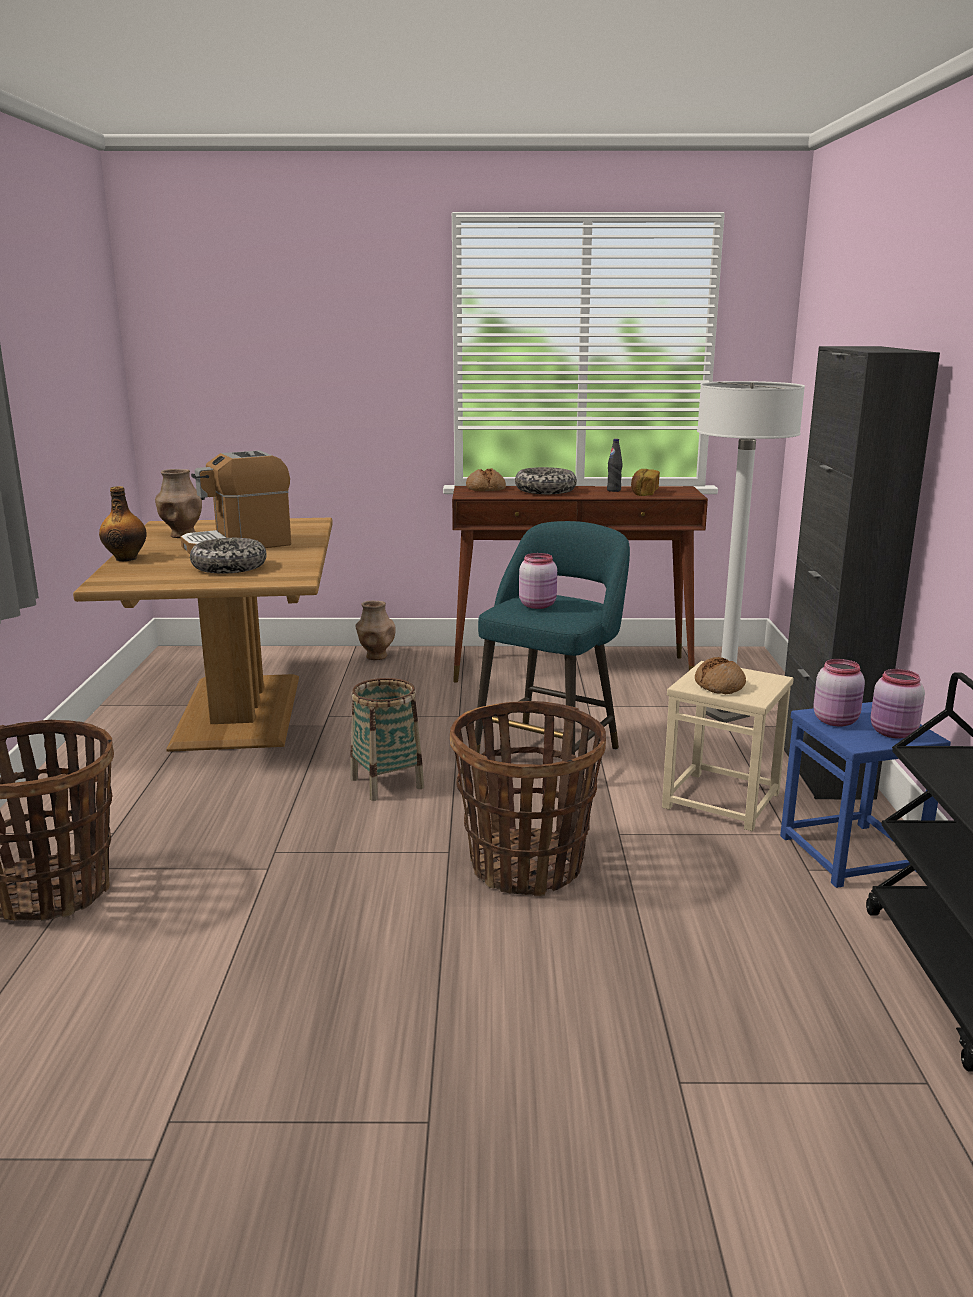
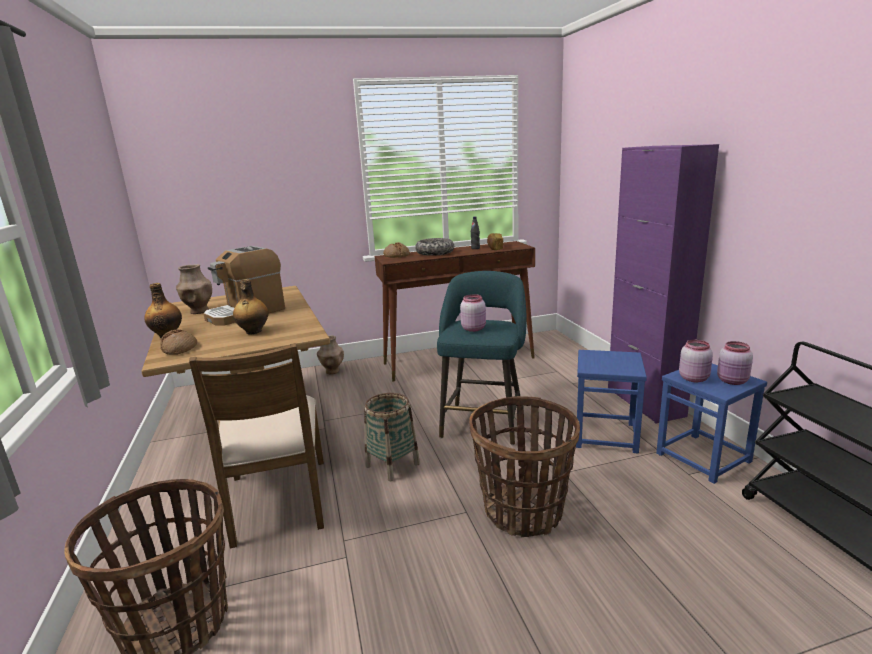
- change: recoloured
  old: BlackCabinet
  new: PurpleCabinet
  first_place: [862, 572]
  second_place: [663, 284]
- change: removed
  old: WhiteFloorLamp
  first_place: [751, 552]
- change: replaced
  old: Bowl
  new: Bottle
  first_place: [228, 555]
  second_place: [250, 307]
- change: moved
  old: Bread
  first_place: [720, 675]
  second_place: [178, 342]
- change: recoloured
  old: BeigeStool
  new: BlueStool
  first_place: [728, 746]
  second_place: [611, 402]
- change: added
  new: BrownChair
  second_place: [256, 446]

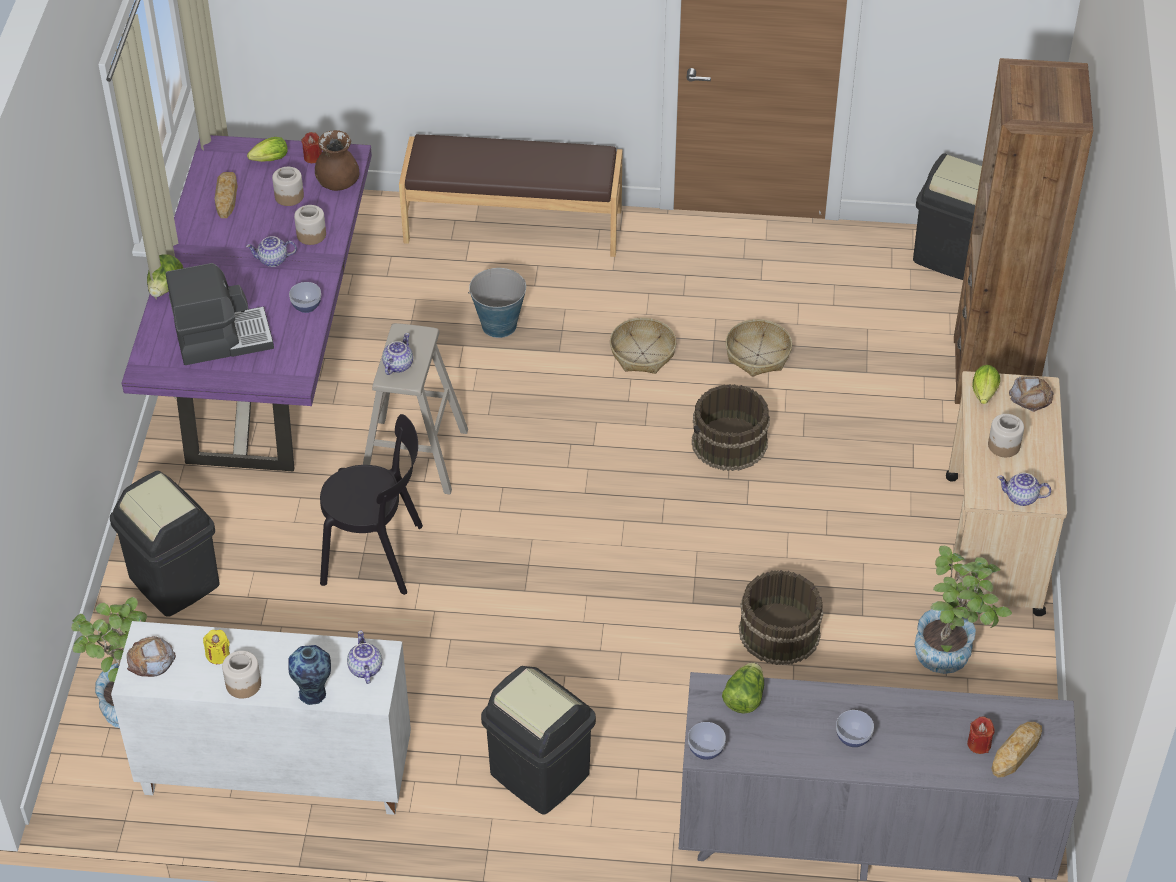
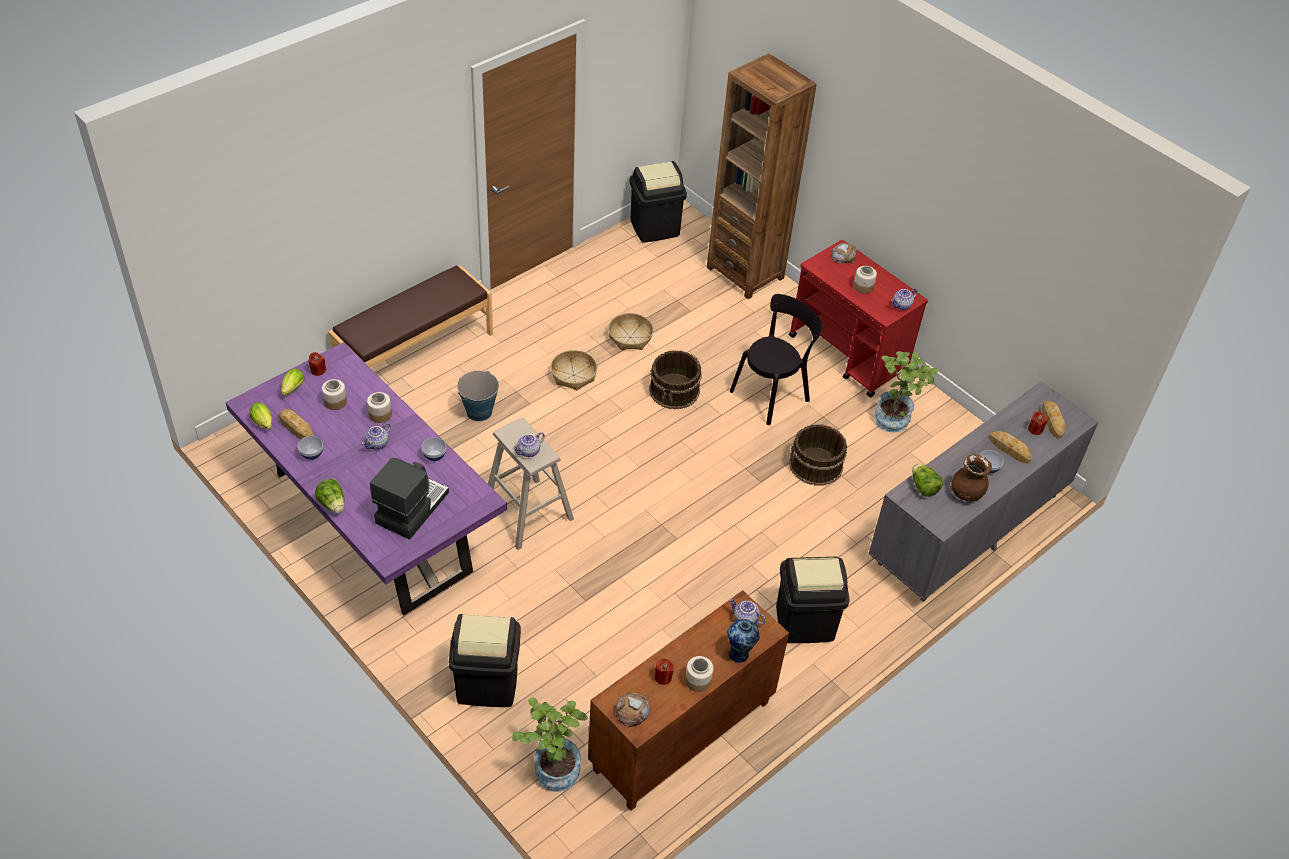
- change: moved
  old: BrownVase
  first_place: [337, 160]
  second_place: [971, 478]
- change: turned
  old: Teapot
  first_place: [397, 354]
  second_place: [529, 444]
  degrees: -105
- change: moved
  old: Lettuce
  first_place: [986, 384]
  second_place: [261, 416]
- change: recoloured
  old: BeigeCart
  new: RedCart
  first_place: [1006, 493]
  second_place: [858, 319]
- change: moved
  old: BlackChair
  first_place: [371, 504]
  second_place: [776, 359]
- change: recoloured
  old: WhiteCabinet
  new: BrownCabinet
  first_place: [261, 718]
  second_place: [688, 700]
- change: recoloured
  old: YellowCandle
  new: RedCandle
  first_place: [216, 647]
  second_place: [664, 671]
- change: moved
  old: Bowl
  first_place: [707, 741]
  second_place: [310, 448]
- change: added
  new: Bread
  second_place: [1010, 447]

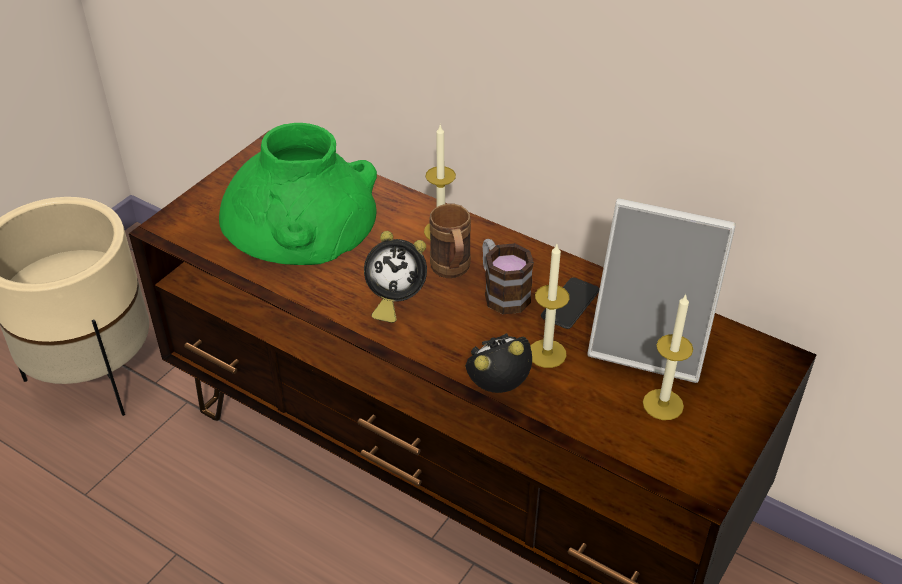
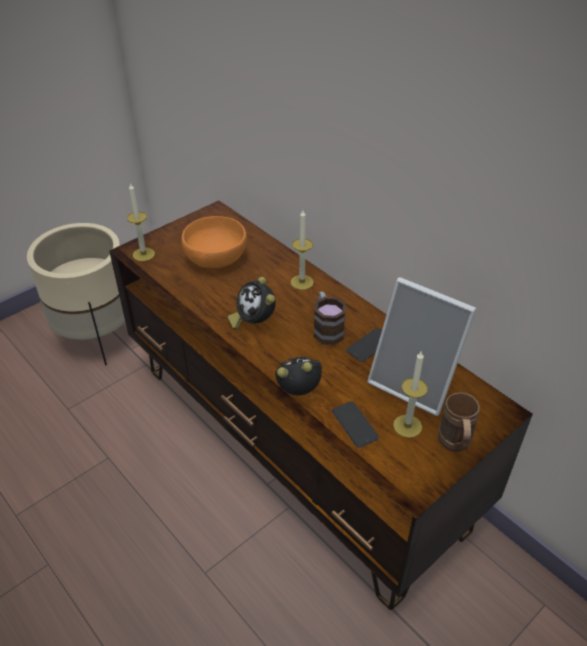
- change: replaced
  old: GreenVase
  new: OrangeBowl
  first_place: [298, 194]
  second_place: [214, 242]
- change: moved
  old: BrownMug
  first_place: [450, 241]
  second_place: [459, 422]
- change: turned
  old: AlarmClock
  first_place: [395, 277]
  second_place: [252, 303]
  degrees: 45
- change: moved
  old: Candle
  first_place: [550, 306]
  second_place: [141, 222]
- change: added
  new: Phone
  second_place: [355, 424]

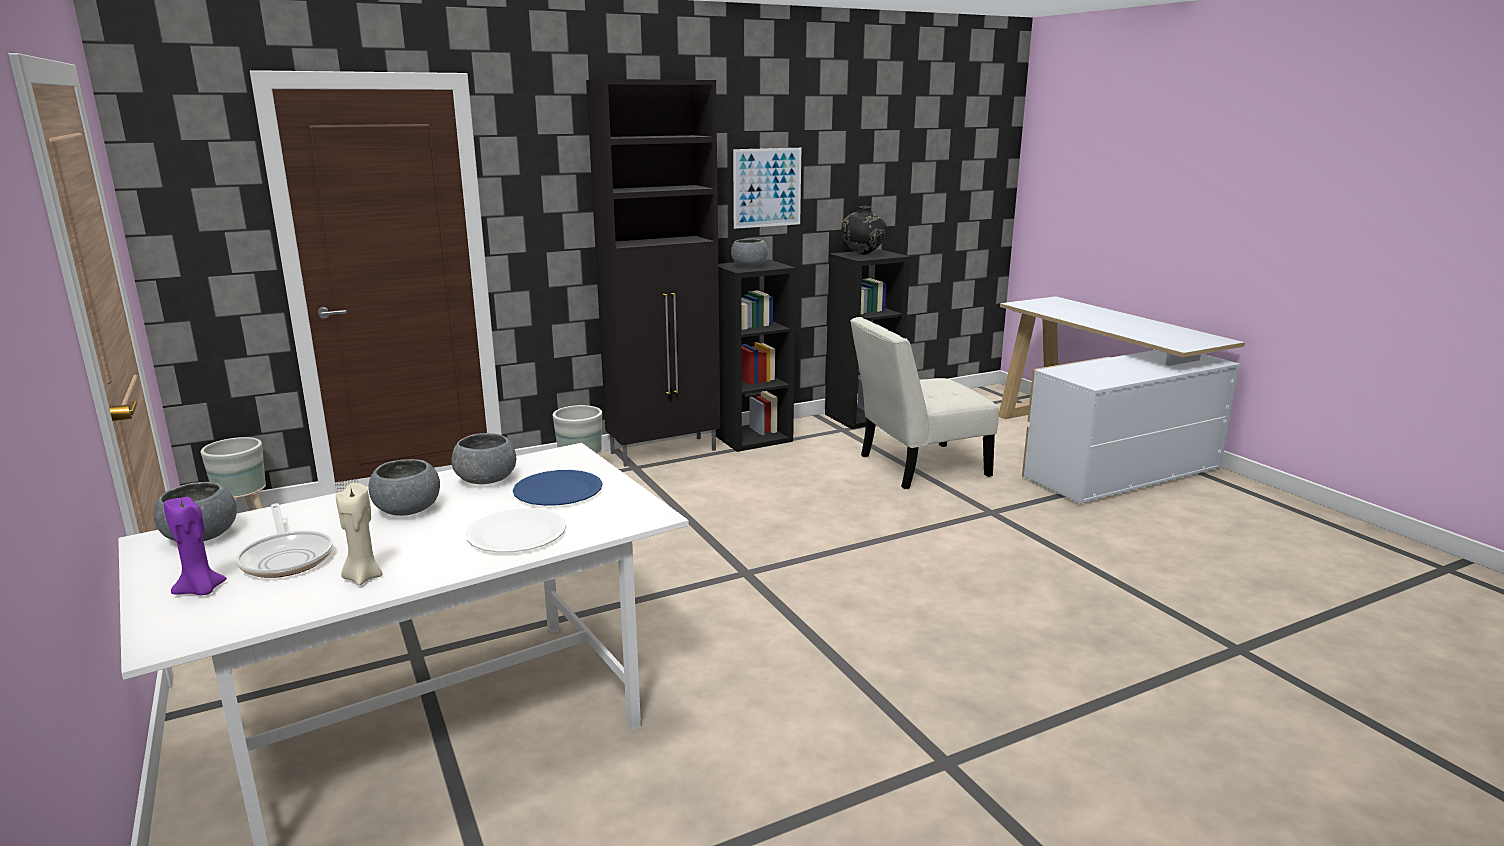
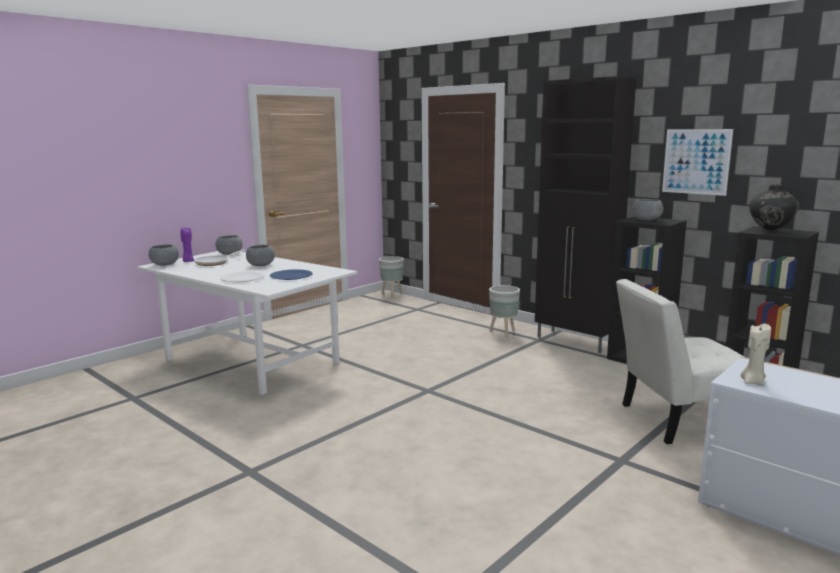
- change: turned
  old: WhiteChair
  first_place: [924, 403]
  second_place: [680, 361]
  degrees: -60
- change: moved
  old: GreyBowl
  first_place: [484, 458]
  second_place: [164, 255]
- change: moved
  old: BeigeCandle
  first_place: [359, 534]
  second_place: [756, 354]

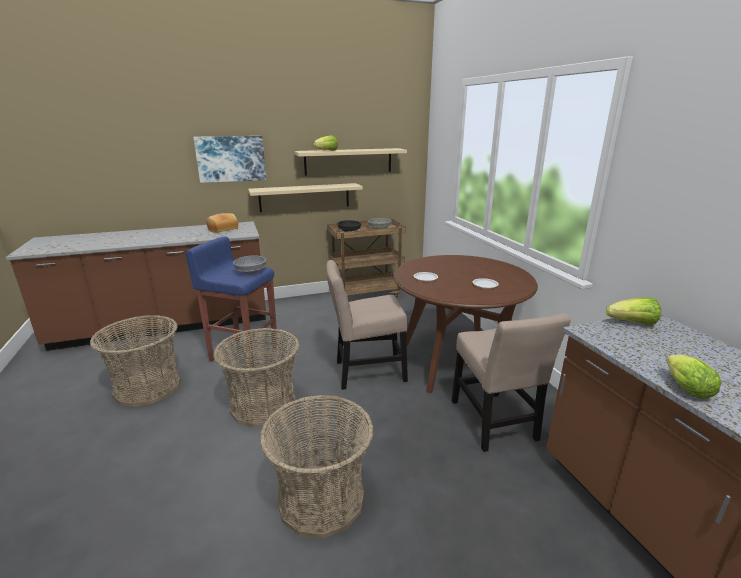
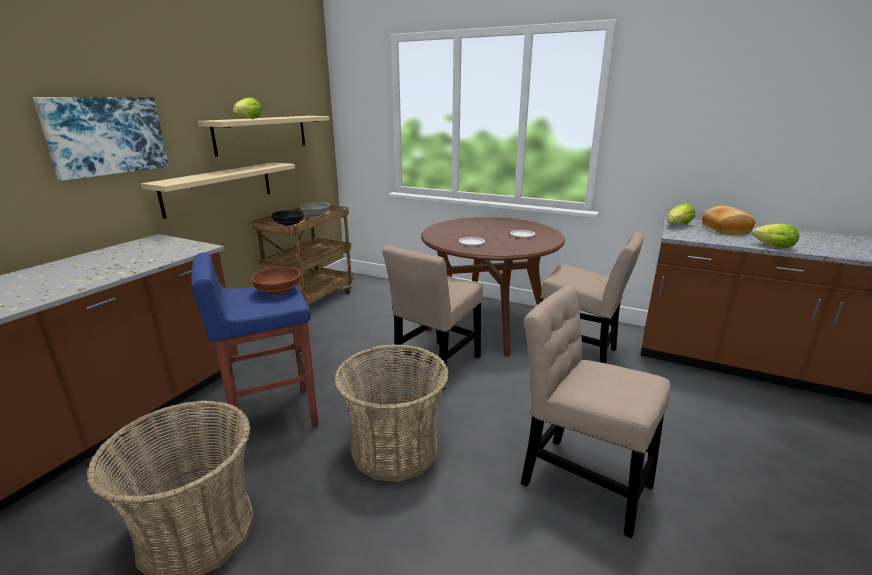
- change: moved
  old: Bread
  first_place: [222, 223]
  second_place: [728, 220]
- change: recoloured
  old: GreyBowl
  new: BrownBowl
  first_place: [249, 264]
  second_place: [276, 280]
- change: replaced
  old: Basket
  new: BeigeChair
  first_place: [316, 466]
  second_place: [595, 411]

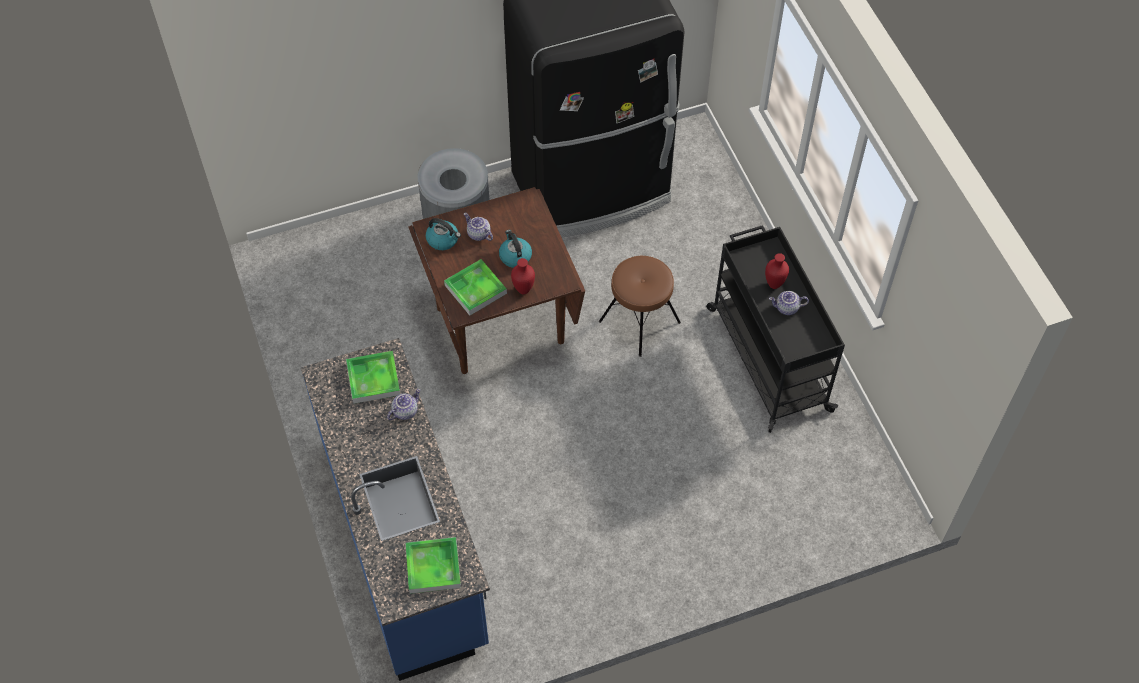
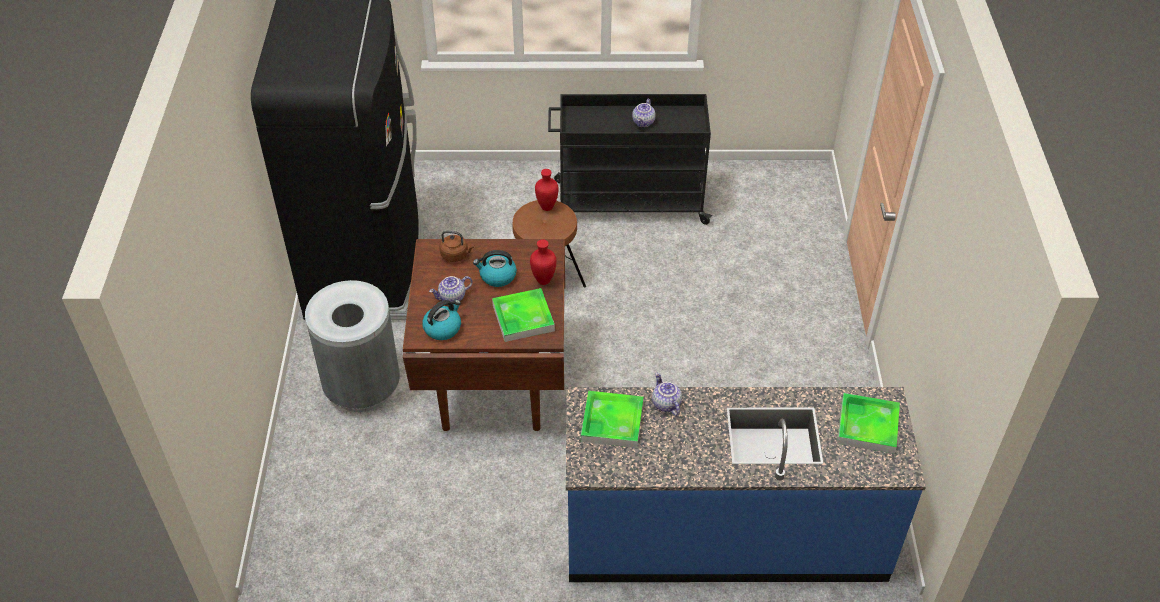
- change: moved
  old: RedVase
  first_place: [777, 271]
  second_place: [547, 190]
- change: added
  new: BrownKettle
  second_place: [456, 246]

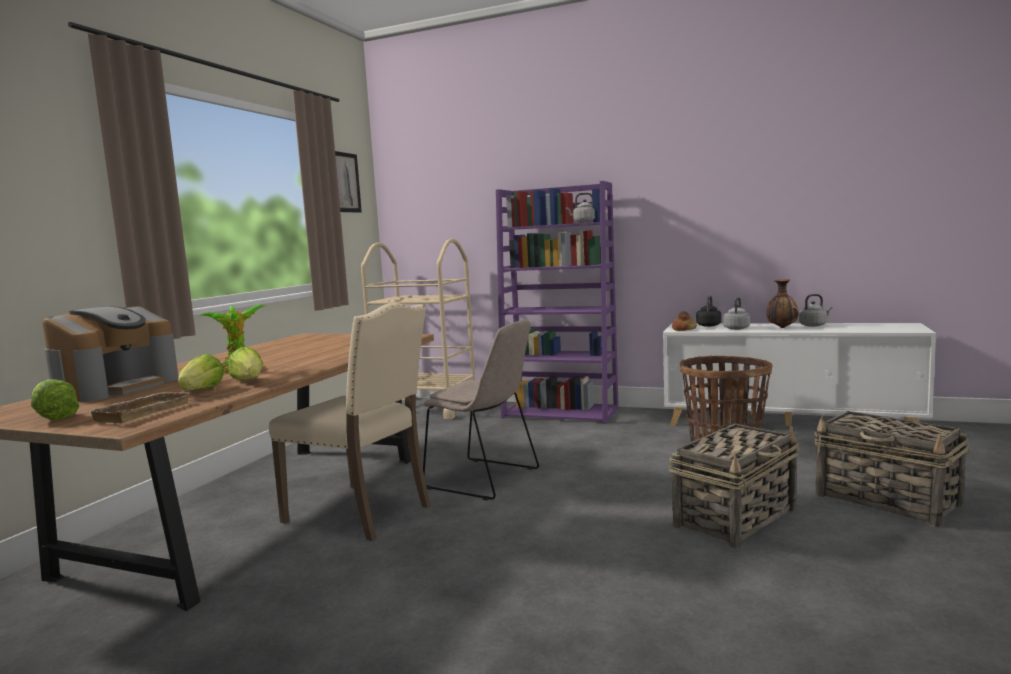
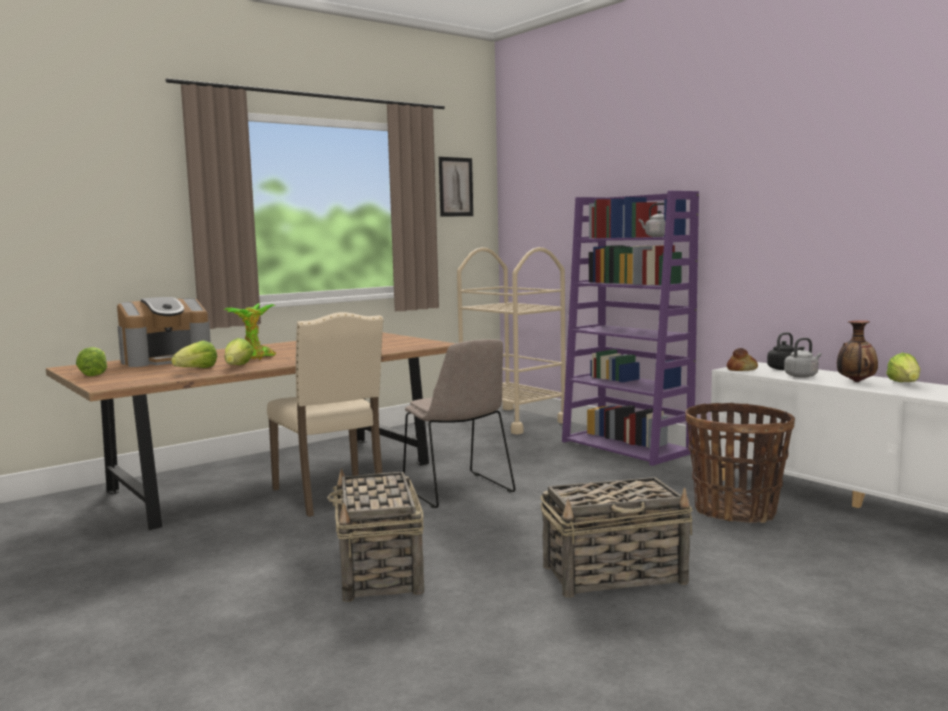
- change: replaced
  old: GreyKettle
  new: Lettuce
  first_place: [815, 310]
  second_place: [903, 367]
- change: removed
  old: BeigeTray
  first_place: [138, 407]
- change: moved
  old: Basket
  first_place: [891, 469]
  second_place: [375, 535]

